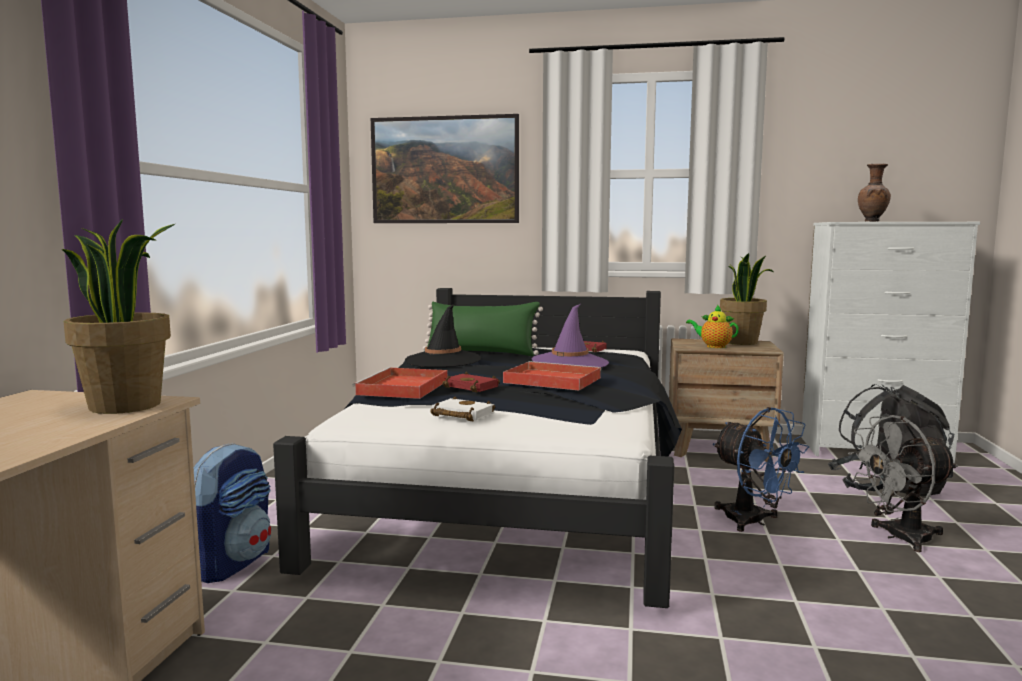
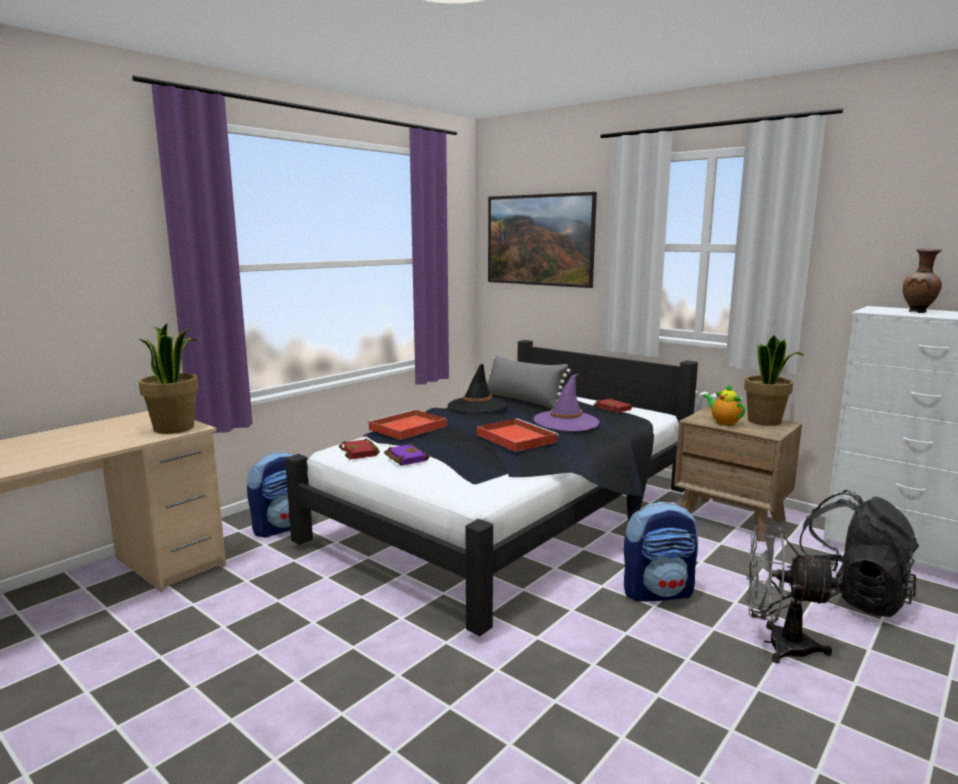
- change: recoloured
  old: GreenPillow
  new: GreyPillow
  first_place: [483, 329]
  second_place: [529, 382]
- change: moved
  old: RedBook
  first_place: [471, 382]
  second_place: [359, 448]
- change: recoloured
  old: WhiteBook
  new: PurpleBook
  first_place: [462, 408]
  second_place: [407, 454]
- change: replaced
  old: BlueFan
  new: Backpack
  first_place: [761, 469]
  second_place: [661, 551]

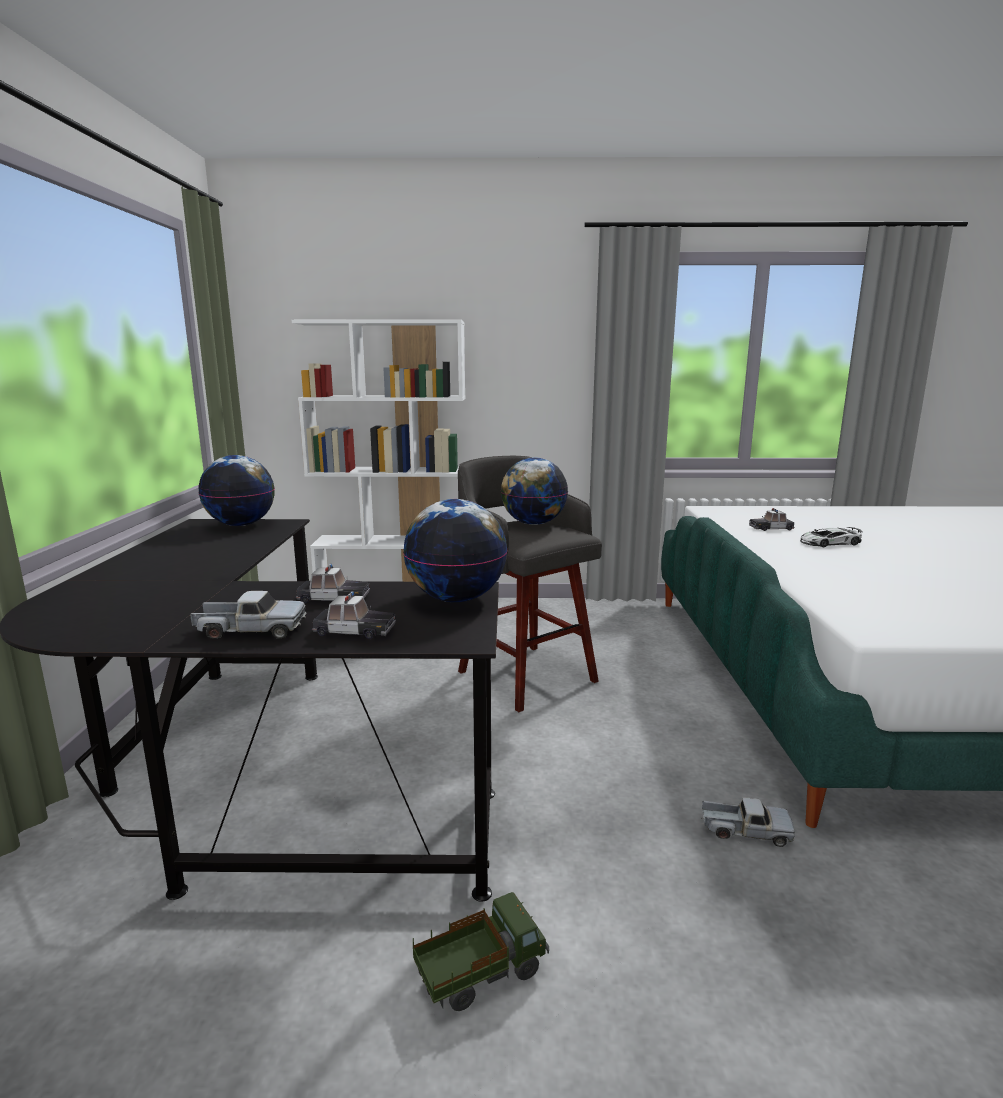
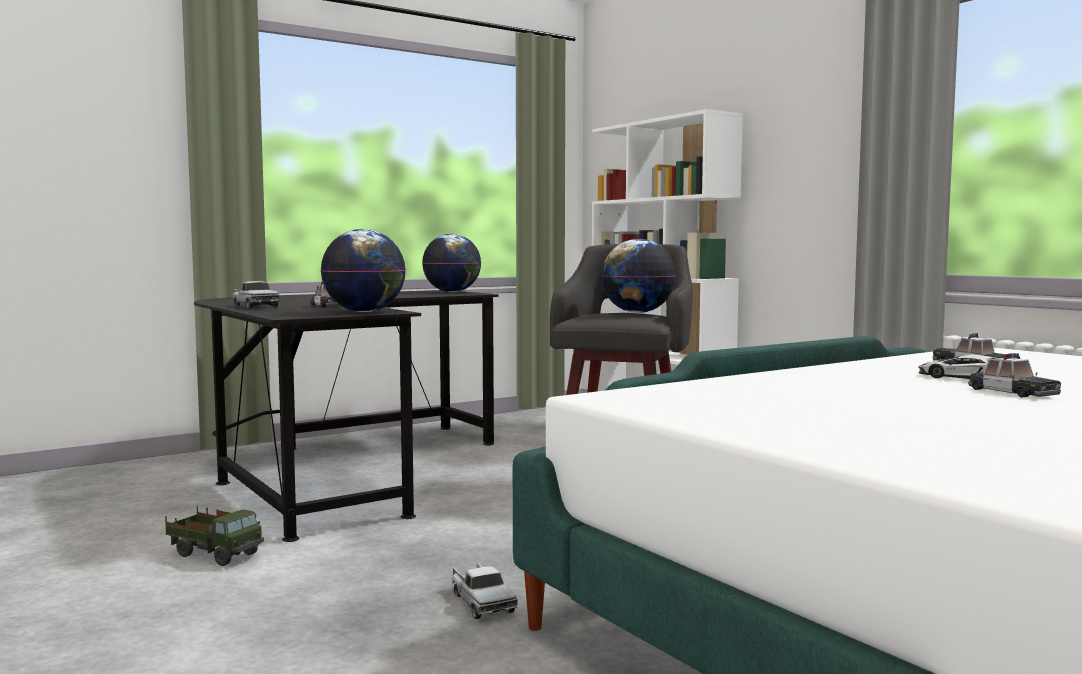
- change: moved
  old: ToyCar
  first_place: [354, 615]
  second_place: [1014, 375]

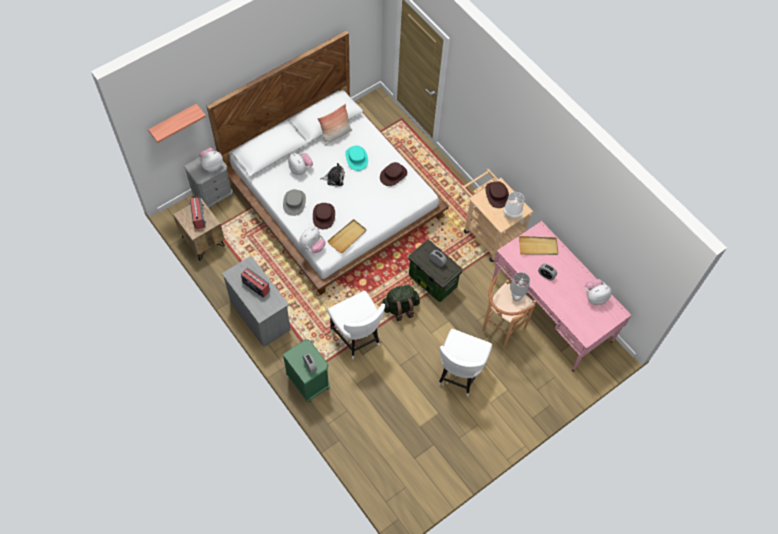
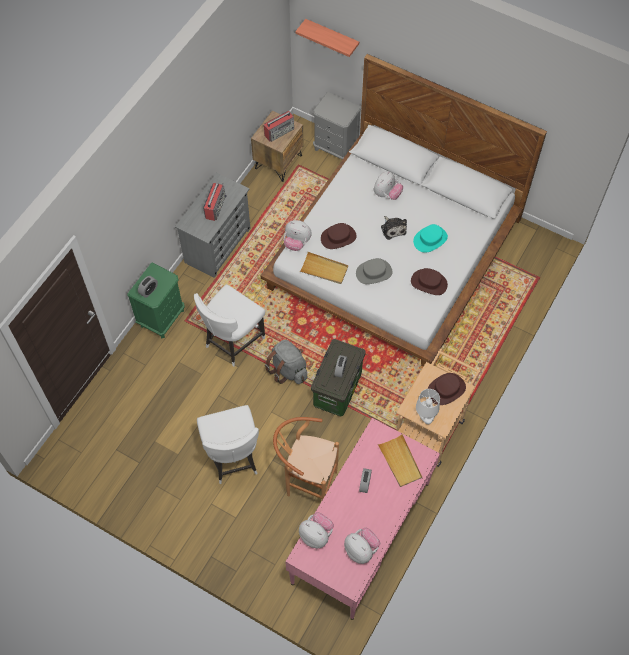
- change: removed
  old: Pillow
  first_place: [335, 125]
- change: moved
  old: PlushToy
  first_place: [211, 160]
  second_place: [316, 530]
- change: moved
  old: GreyHat
  first_place: [294, 202]
  second_place: [374, 271]
- change: removed
  old: GreyTableLamp
  first_place: [520, 286]
- change: recoloured
  old: GreenBackpack
  new: GreyBackpack
  first_place: [401, 303]
  second_place: [286, 362]
- change: turned
  old: WhiteChair
  first_place: [465, 362]
  second_place: [228, 444]
  degrees: -105

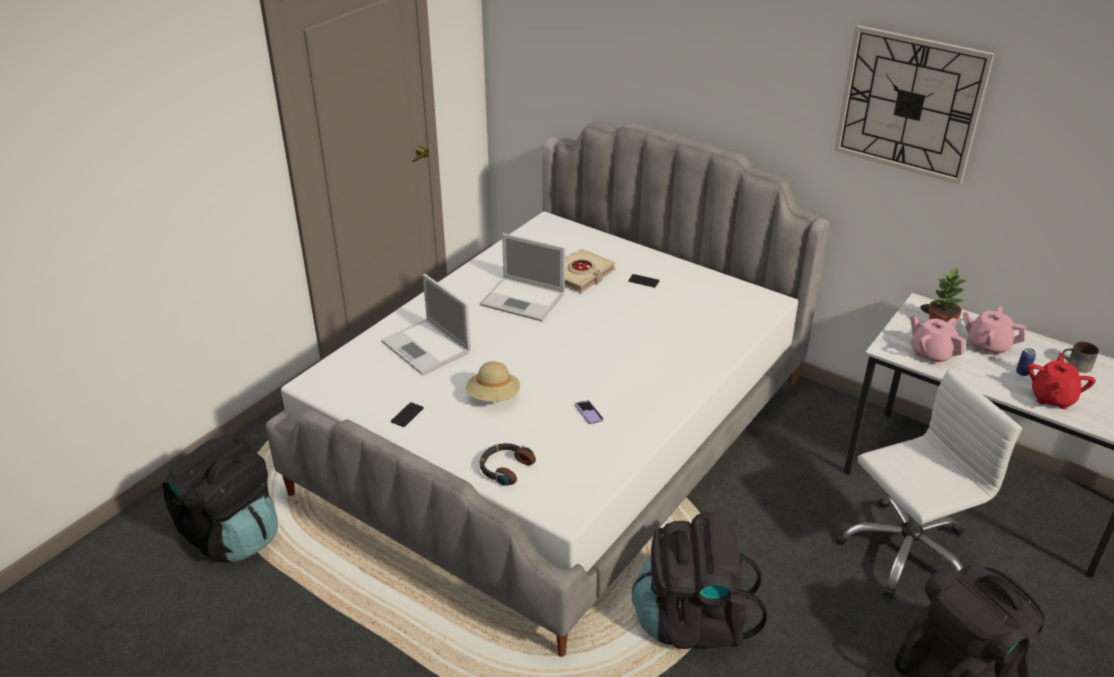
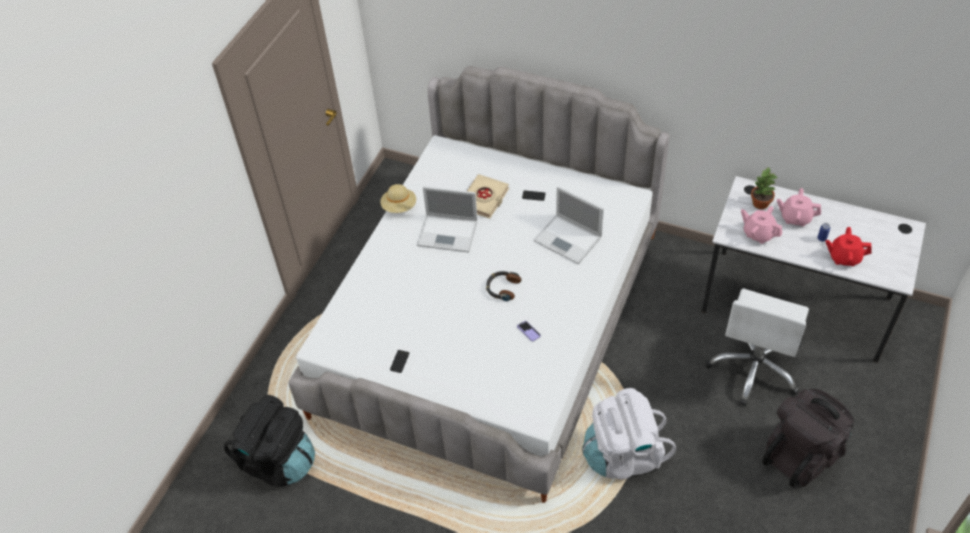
- change: removed
  old: WallClock
  first_place: [914, 105]
- change: moved
  old: Laptop
  first_place: [426, 324]
  second_place: [569, 225]
- change: removed
  old: Mug
  first_place: [1080, 357]
- change: turned
  old: RedTeapot
  first_place: [1062, 381]
  second_place: [848, 246]
  degrees: -90
- change: moved
  old: BeigeHat
  first_place: [493, 381]
  second_place: [398, 198]
- change: turned
  old: WhiteOfficeChair
  first_place: [929, 484]
  second_place: [757, 347]
  degrees: 150
- change: moved
  old: Headphones
  first_place: [508, 464]
  second_place: [504, 286]
- change: recoloured
  old: BlackBackpack
  new: WhiteBackpack
  first_place: [699, 580]
  second_place: [629, 434]

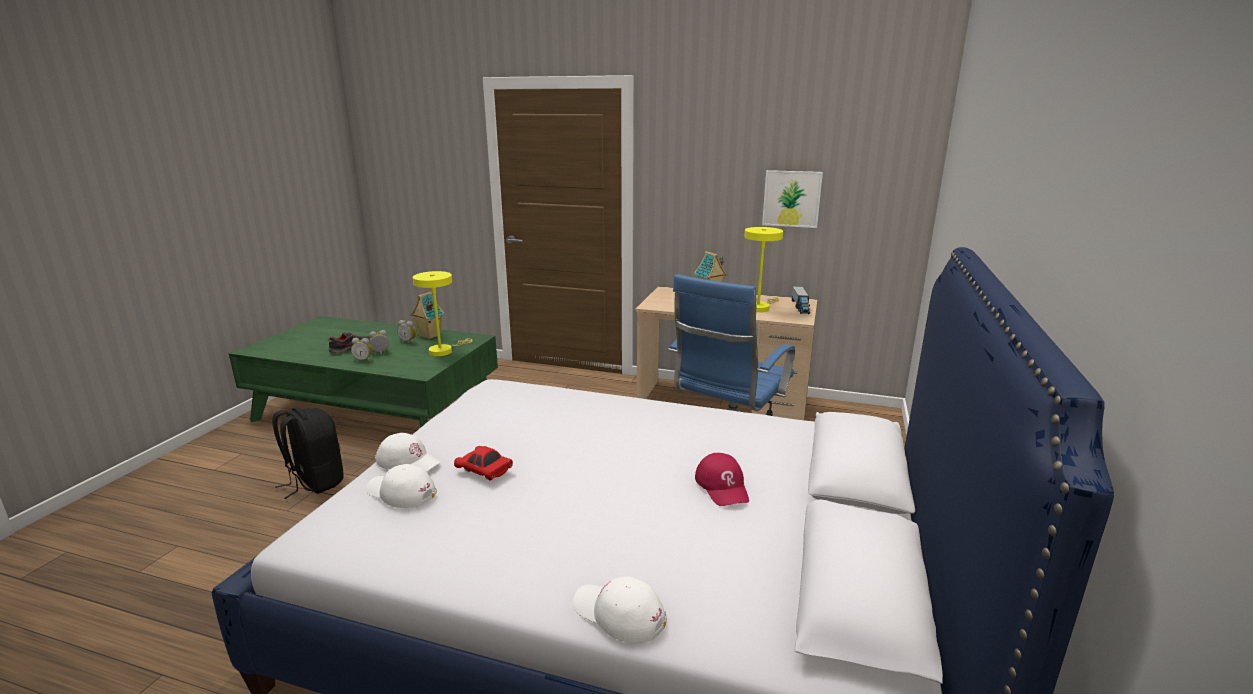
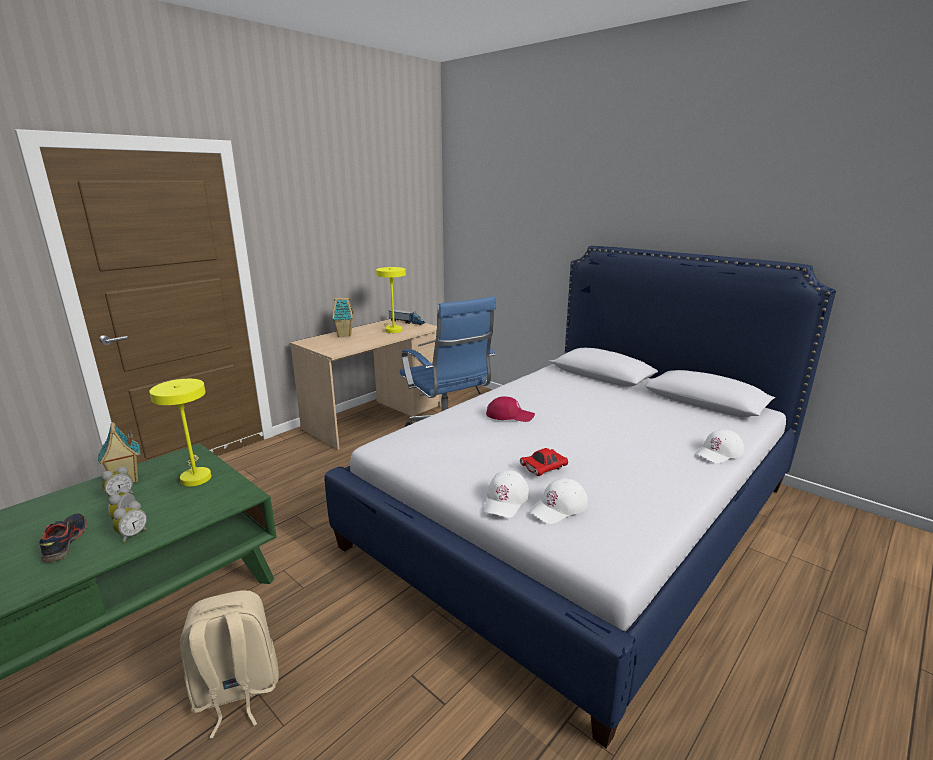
- change: removed
  old: Picture
  first_place: [792, 199]
- change: recoloured
  old: BlackBackpack
  new: BeigeBackpack
  first_place: [308, 453]
  second_place: [229, 664]
- change: turned
  old: WhiteCap
  first_place: [408, 452]
  second_place: [506, 494]
  degrees: 150
- change: moved
  old: RedCap
  first_place: [722, 479]
  second_place: [510, 409]

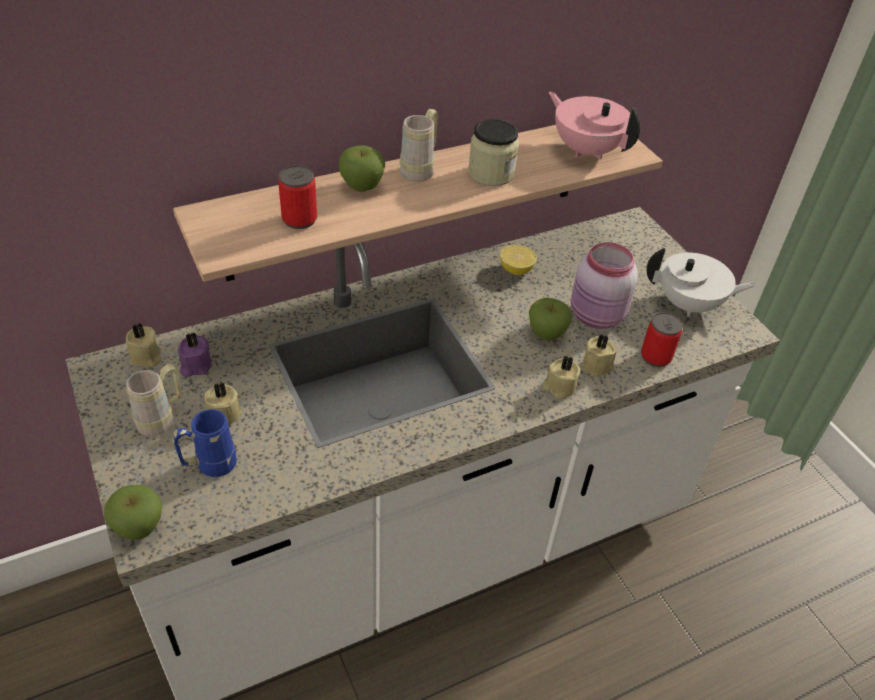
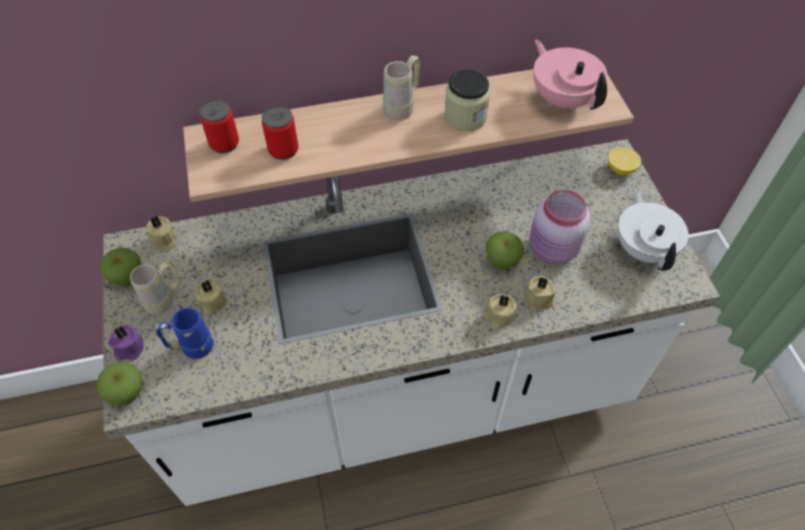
- change: moved
  old: Apple
  first_place: [362, 169]
  second_place: [121, 267]
- change: moved
  old: Lemon
  first_place: [518, 260]
  second_place: [624, 161]
- change: turned
  old: WhiteTeapot
  first_place: [702, 282]
  second_place: [653, 229]
  degrees: -120
- change: moved
  old: Can
  first_place: [662, 339]
  second_place: [219, 126]
- change: moved
  old: PurpleCandle
  first_place: [194, 355]
  second_place: [126, 343]

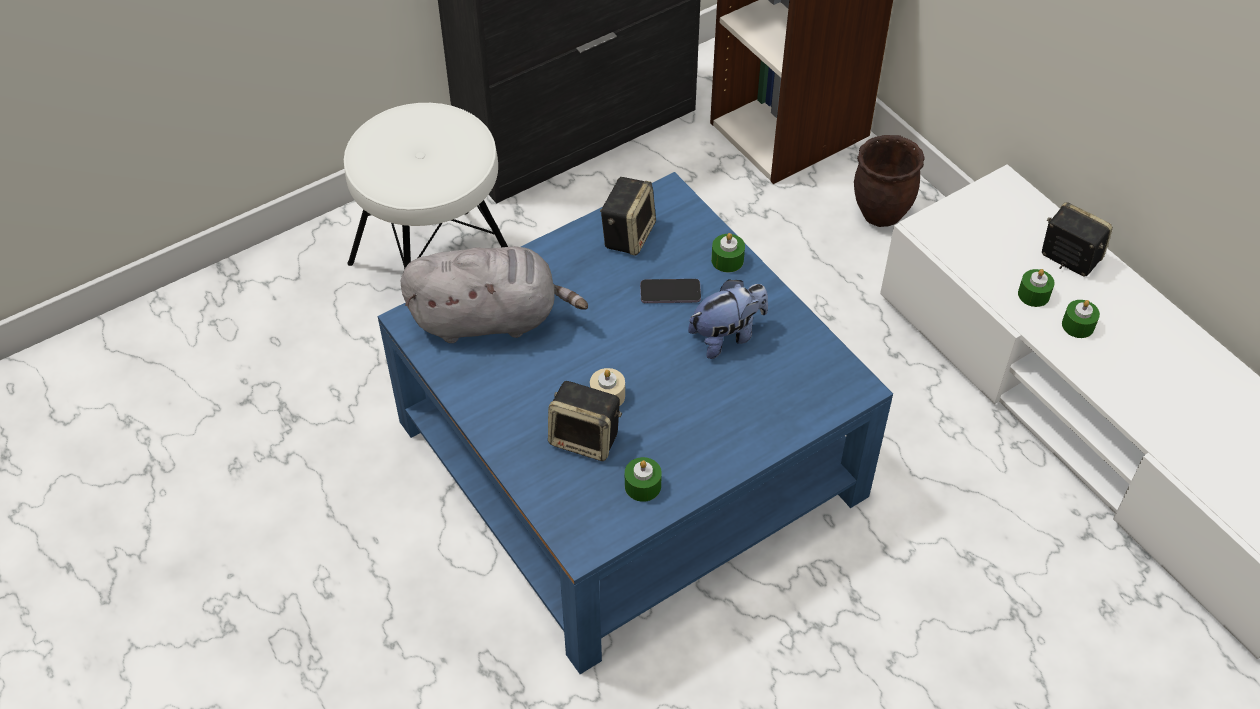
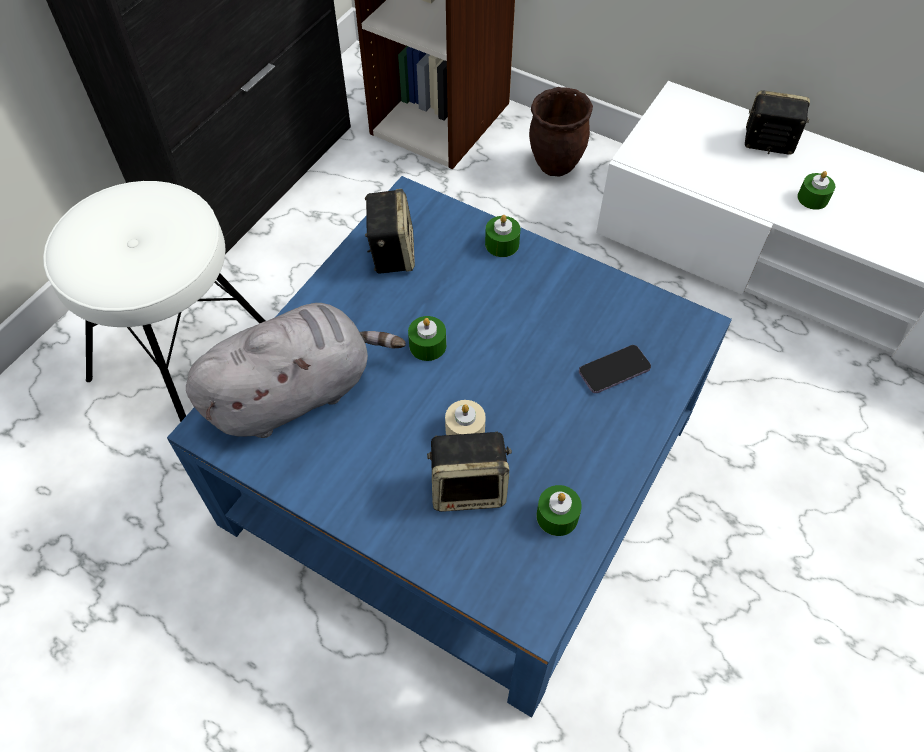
- change: moved
  old: GreenCandle
  first_place: [1036, 288]
  second_place: [427, 338]
- change: moved
  old: Phone
  first_place: [670, 291]
  second_place: [615, 369]
- change: removed
  old: PlushToy
  first_place: [728, 319]

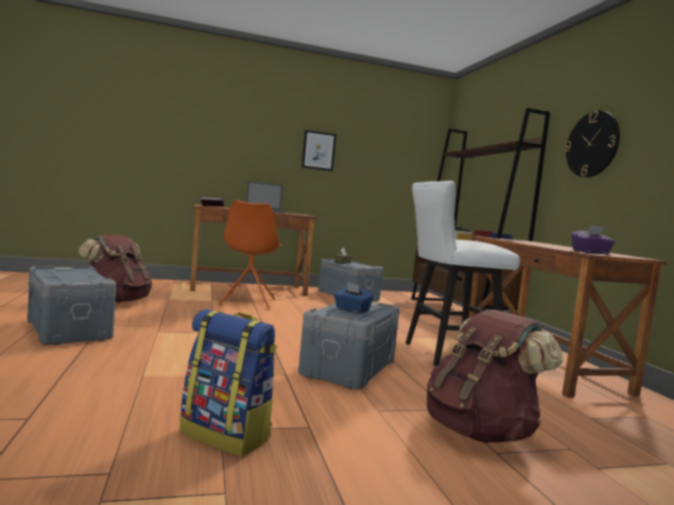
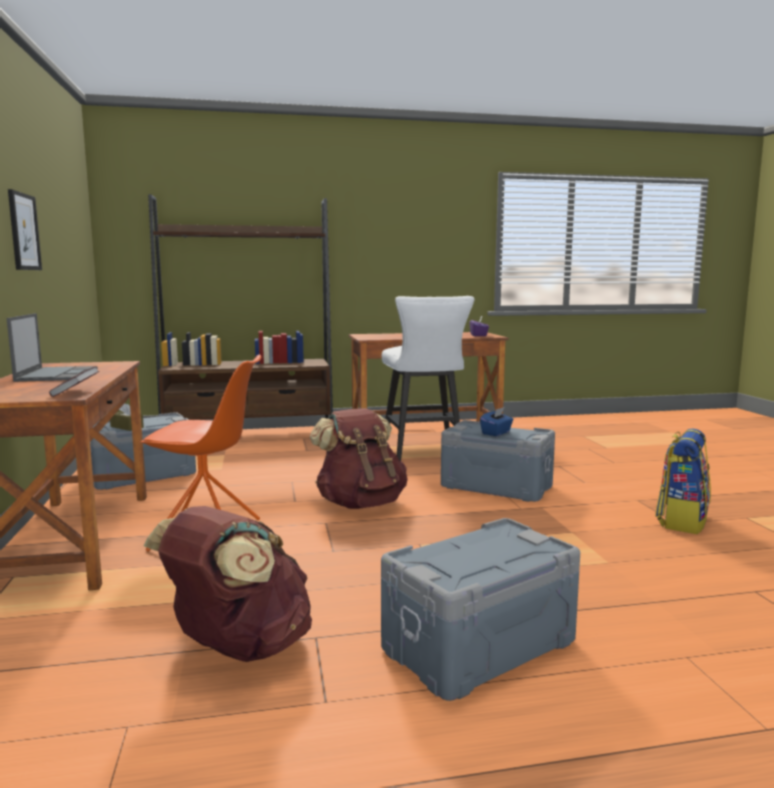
- change: removed
  old: WallClock
  first_place: [592, 144]
- change: moved
  old: BrownBackpack
  first_place: [495, 376]
  second_place: [358, 458]

